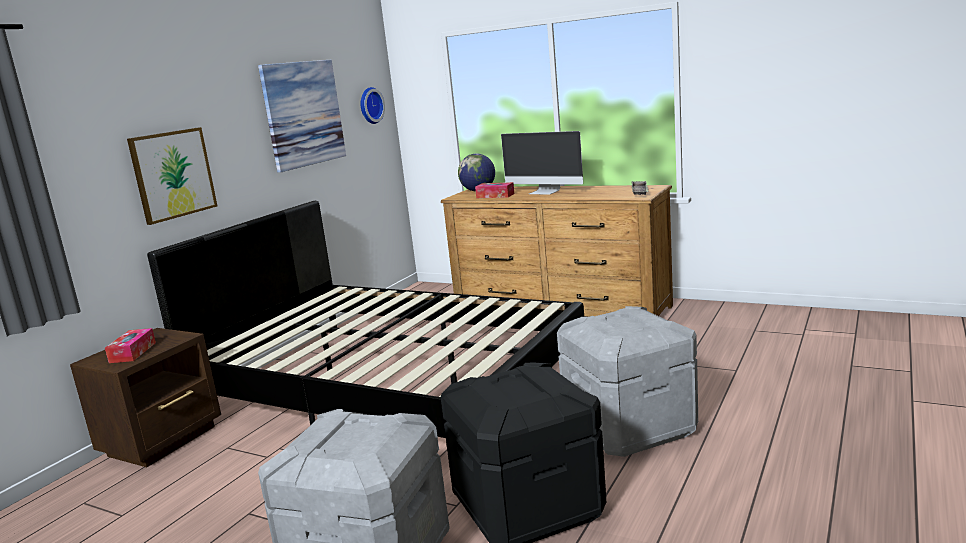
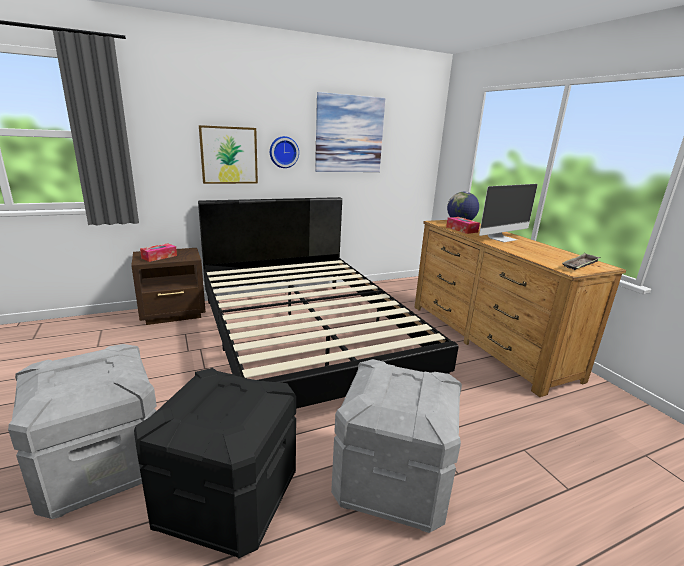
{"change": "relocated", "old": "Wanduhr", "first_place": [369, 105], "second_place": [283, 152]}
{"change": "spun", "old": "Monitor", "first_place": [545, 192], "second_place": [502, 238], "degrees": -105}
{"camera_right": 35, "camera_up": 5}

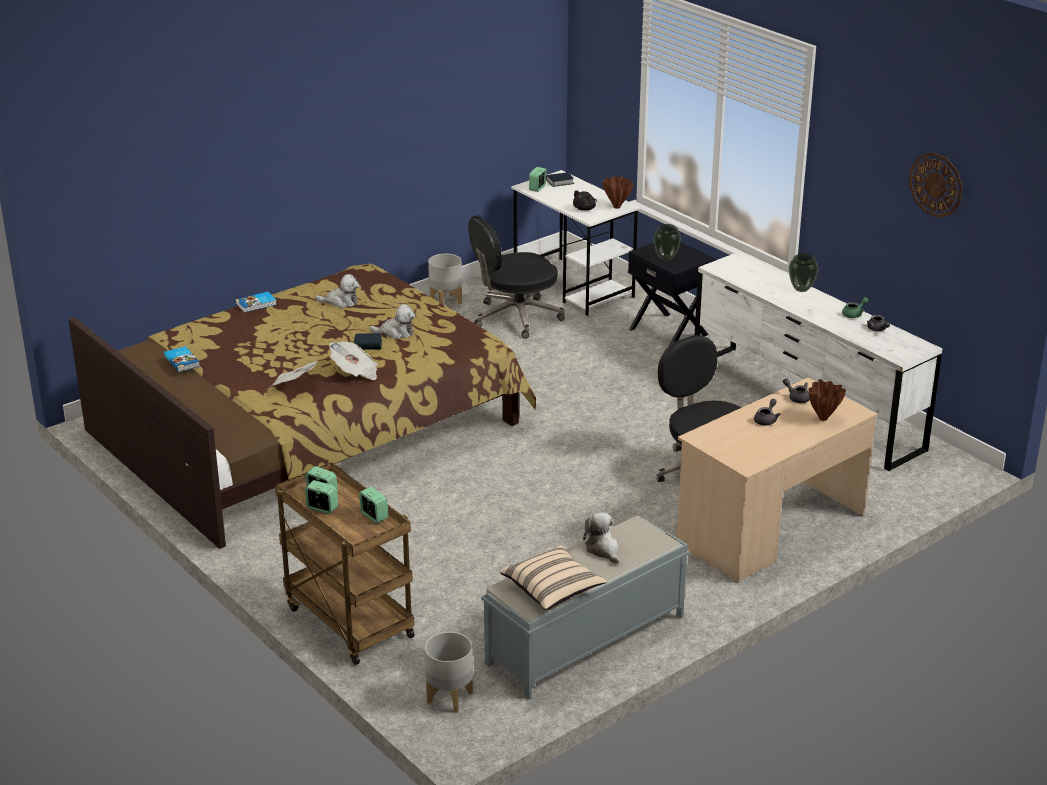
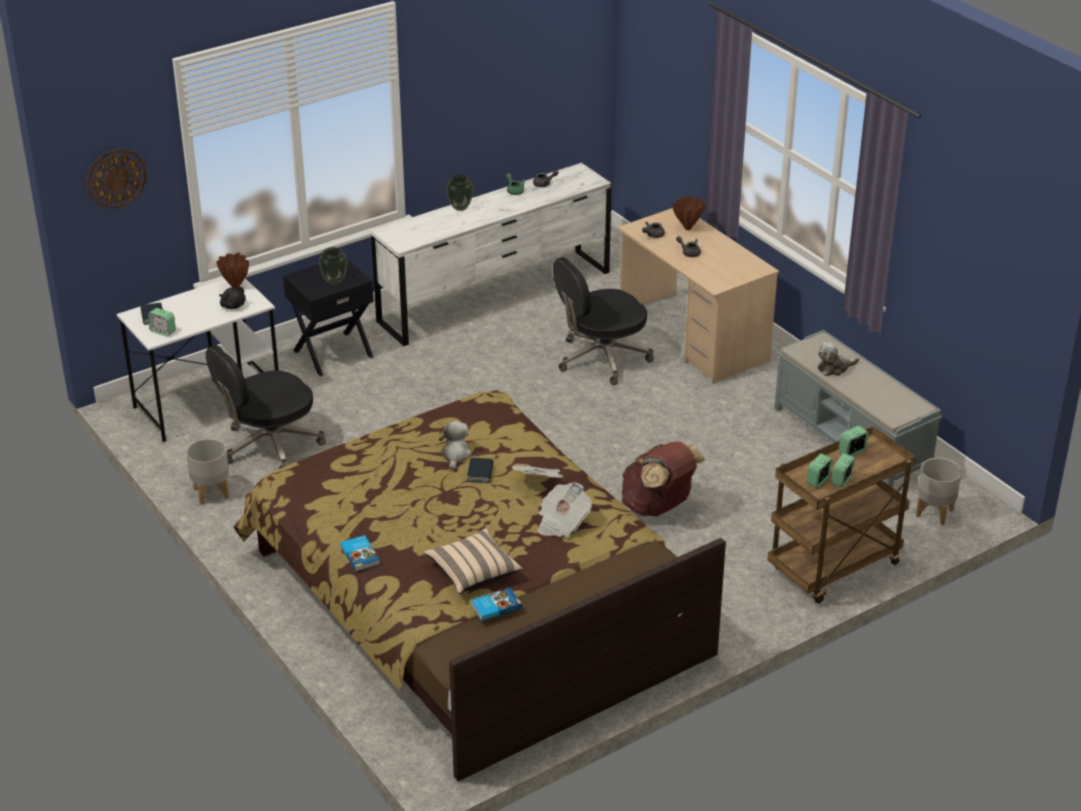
{"change": "relocated", "old": "Wanduhr", "first_place": [936, 184], "second_place": [116, 178]}
{"change": "spun", "old": "Bürostuhl (schwarz)", "first_place": [515, 317], "second_place": [269, 446], "degrees": 75}
{"change": "relocated", "old": "Kissen (beige)", "first_place": [553, 589], "second_place": [473, 572]}
{"change": "appeared", "new": "Rucksack (braun)", "second_place": [658, 507]}
{"change": "missing", "old": "Plüschtier", "first_place": [341, 302]}
{"camera_right": -85, "camera_up": 5}

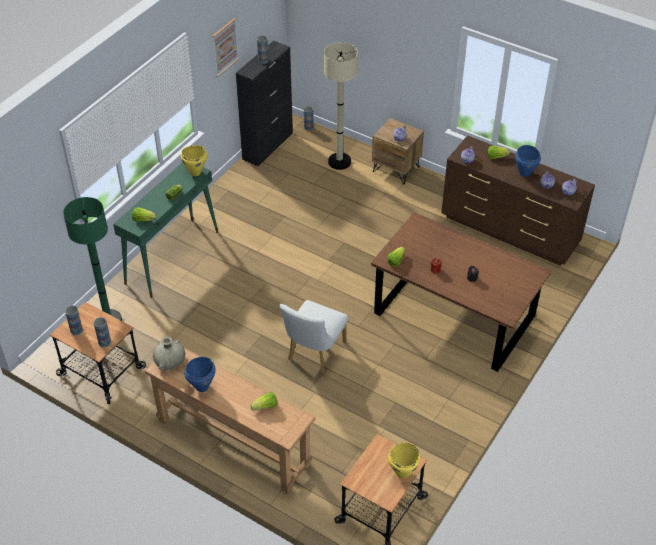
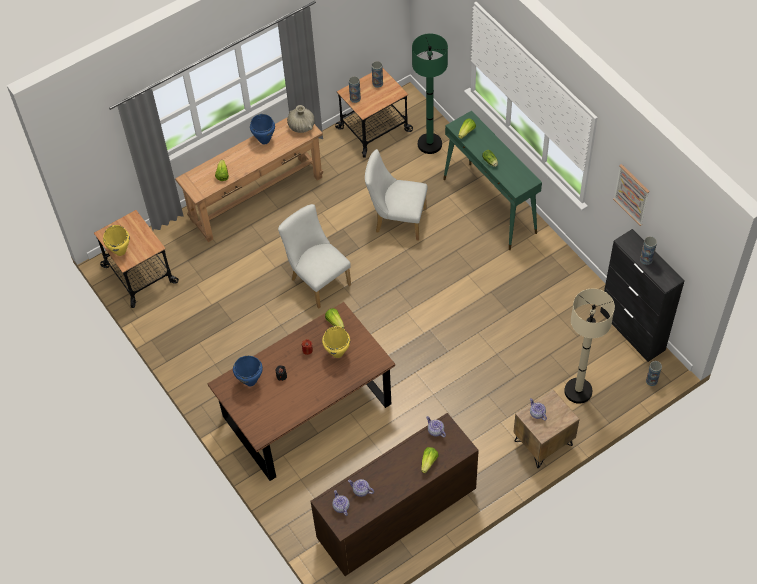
{"change": "relocated", "old": "Kochtopf (blau)", "first_place": [525, 173], "second_place": [250, 381]}
{"change": "relocated", "old": "Kochtopf (gelb)", "first_place": [195, 172], "second_place": [337, 353]}
{"change": "appeared", "new": "Stuhl (weiß)", "second_place": [396, 220]}
{"camera_right": 115, "camera_up": 10}

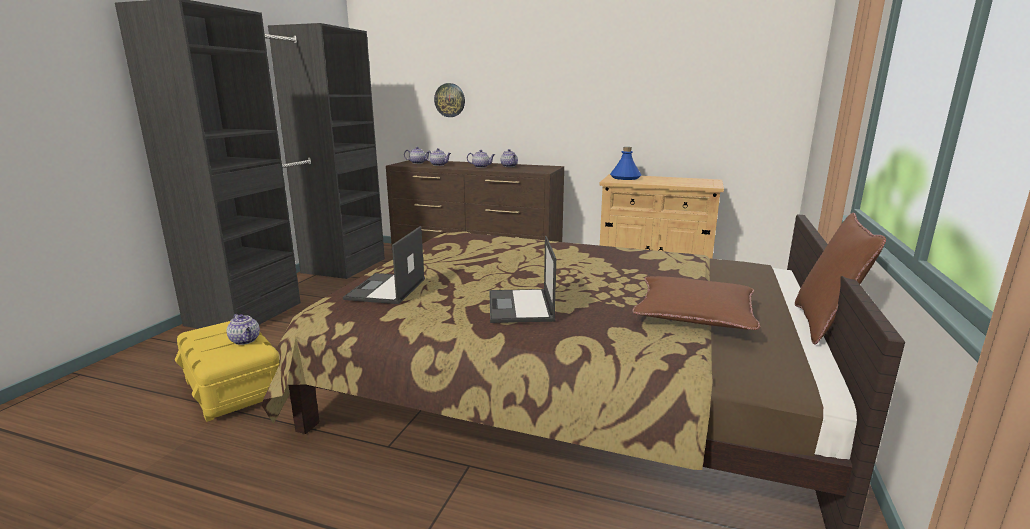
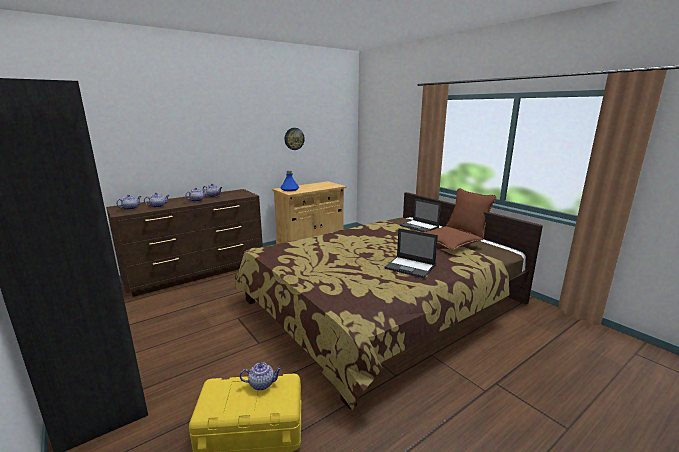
{"change": "relocated", "old": "Wanduhr", "first_place": [450, 100], "second_place": [294, 138]}
{"change": "relocated", "old": "Laptop", "first_place": [386, 289], "second_place": [419, 226]}
{"camera_right": -55, "camera_up": 0}

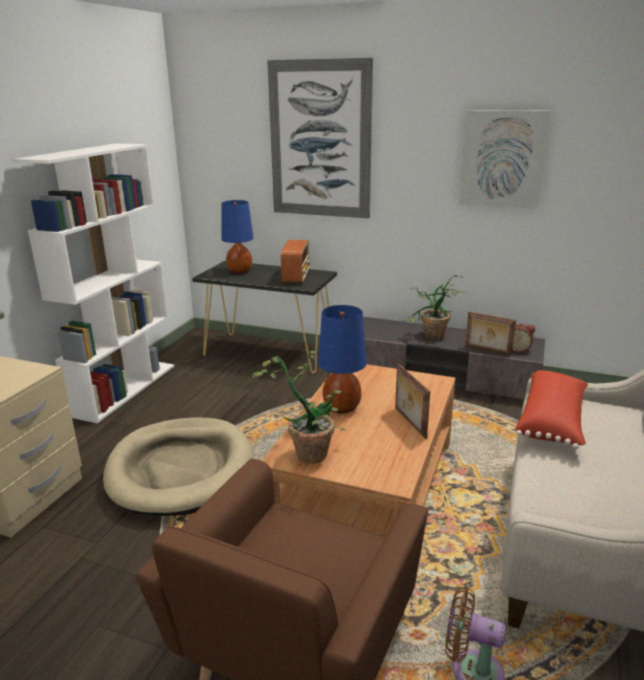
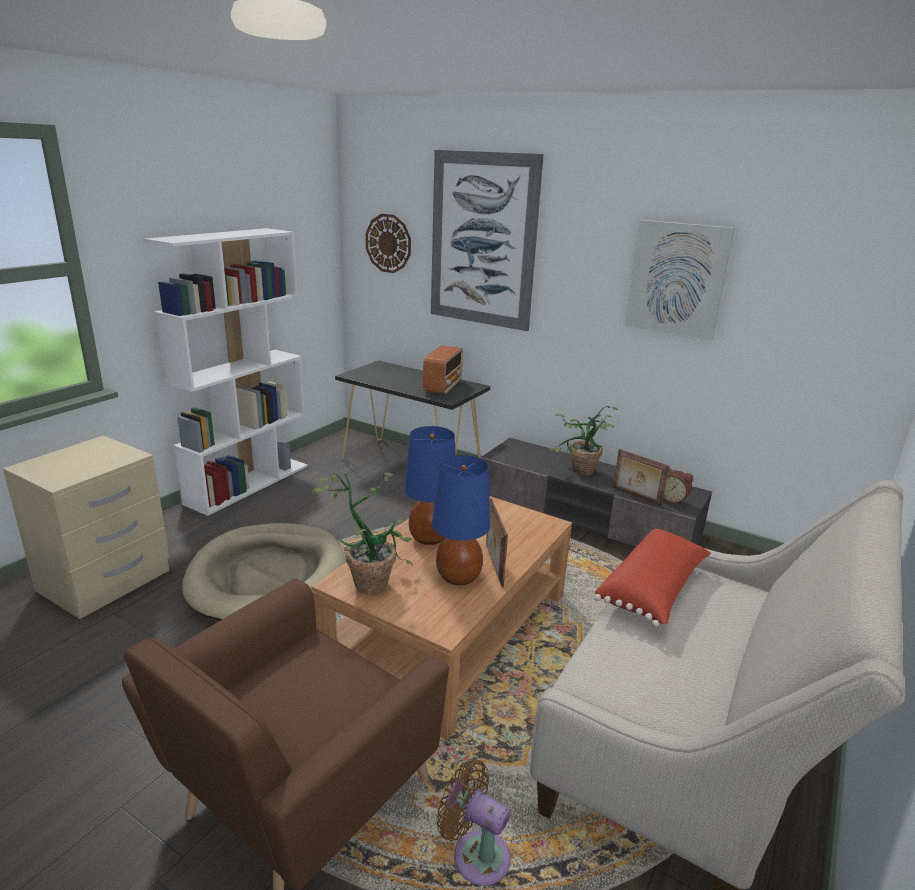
{"change": "appeared", "new": "Wanduhr", "second_place": [388, 243]}
{"change": "relocated", "old": "Tischlampe (blau)", "first_place": [240, 271], "second_place": [459, 576]}
{"camera_right": 10, "camera_up": 0}

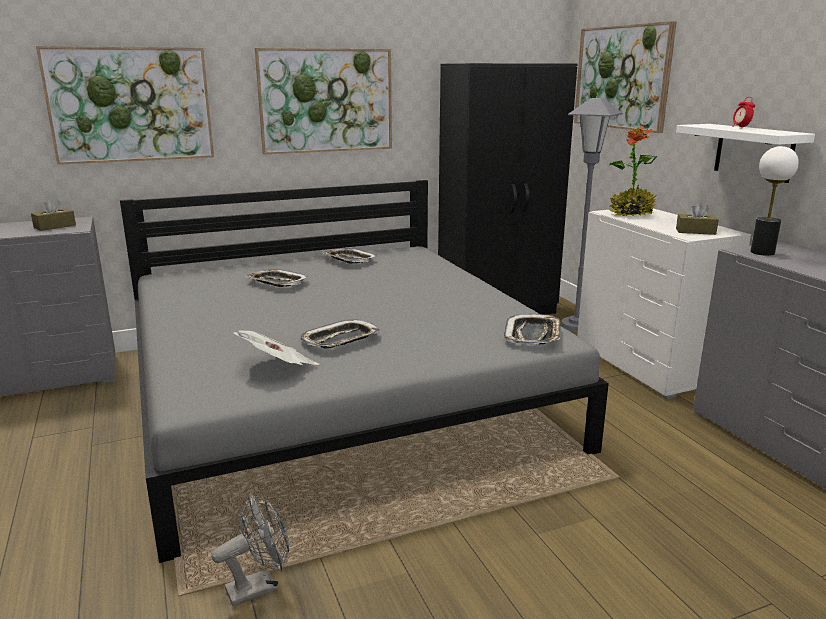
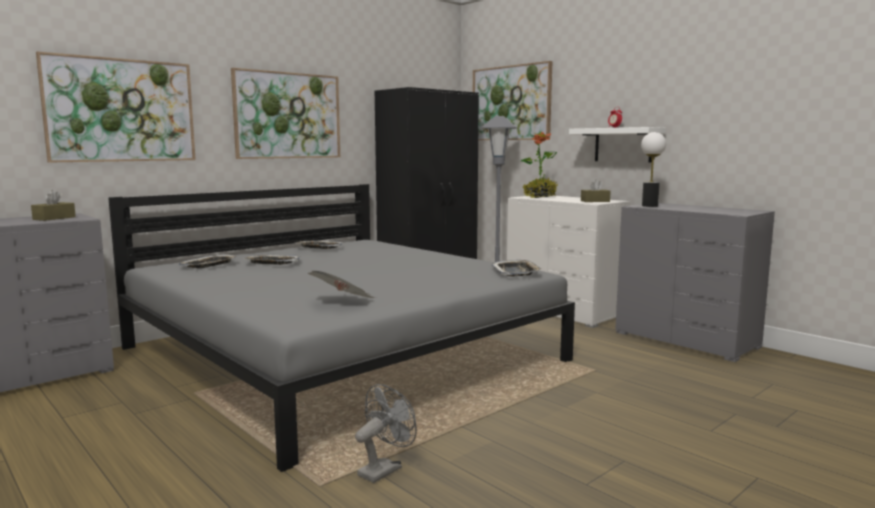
{"change": "relocated", "old": "Tablett", "first_place": [340, 340], "second_place": [209, 265]}
{"camera_right": -20, "camera_up": -10}

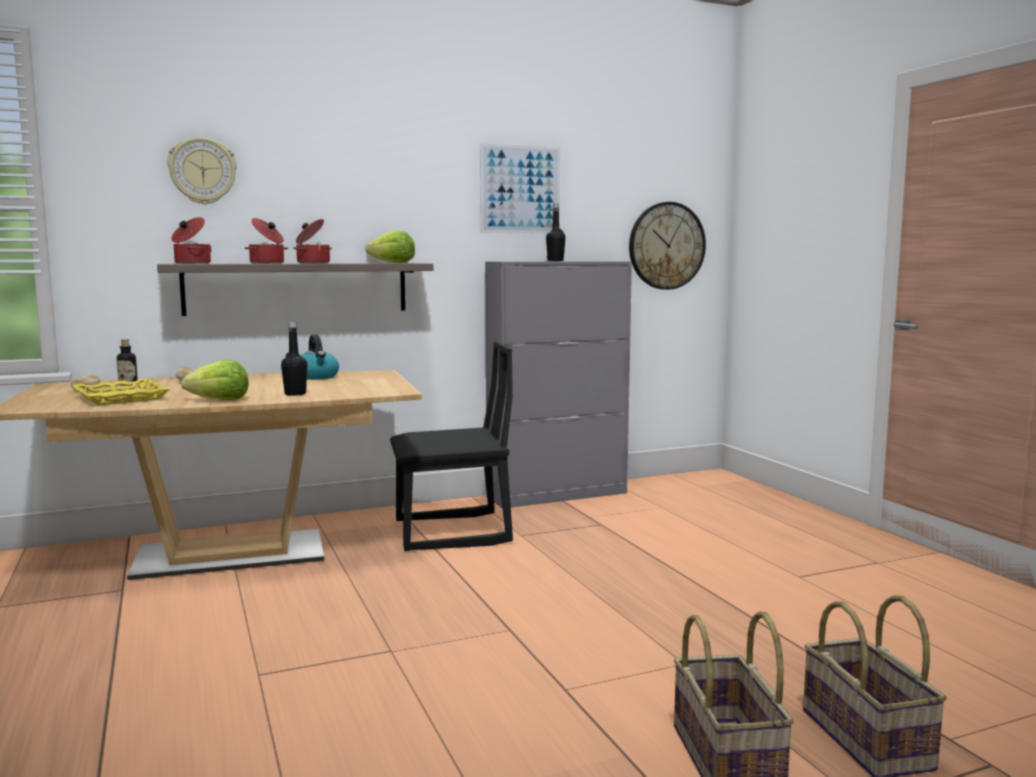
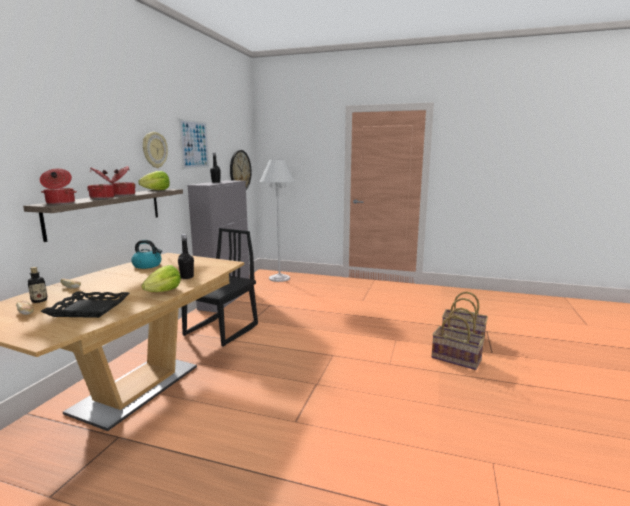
{"change": "colour", "old": "Tablett (gelb)", "new": "Tablett (schwarz)", "first_place": [120, 398], "second_place": [88, 309]}
{"change": "relocated", "old": "Wanduhr", "first_place": [202, 171], "second_place": [154, 150]}
{"change": "appeared", "new": "Stehlampe (weiß)", "second_place": [279, 278]}
{"camera_right": -50, "camera_up": 5}

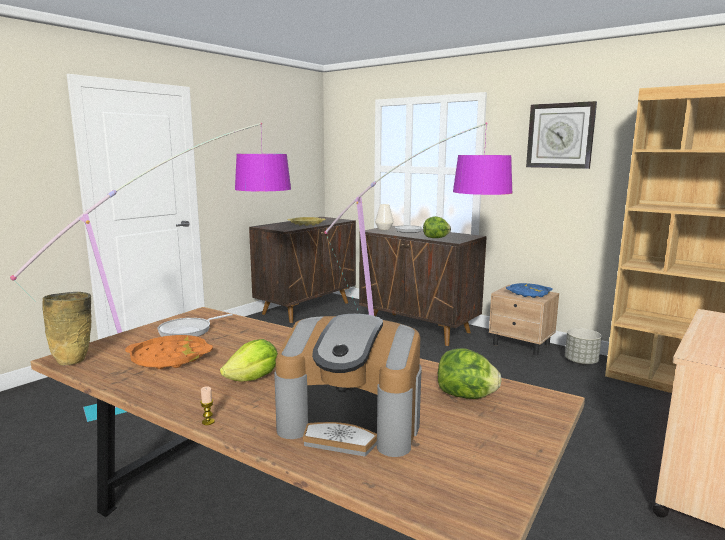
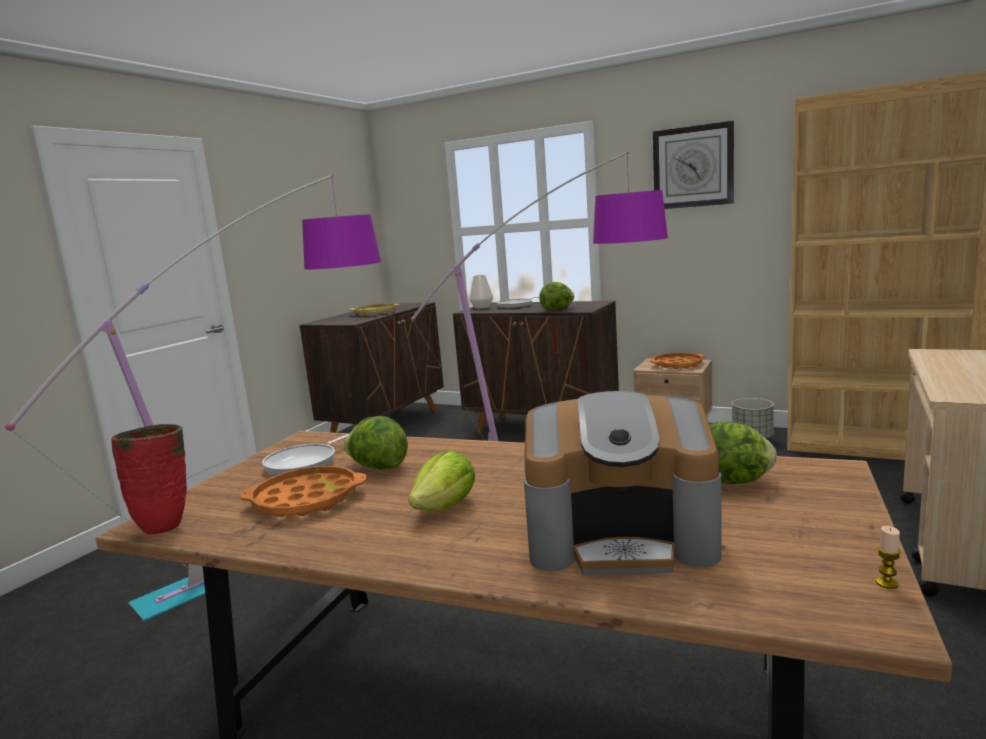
{"change": "colour", "old": "Vase (beige)", "new": "Vase (rot)", "first_place": [75, 361], "second_place": [166, 526]}
{"change": "appeared", "new": "Salatkopf", "second_place": [378, 467]}
{"change": "colour", "old": "Tablett (blau)", "new": "Tablett (orange)", "first_place": [528, 293], "second_place": [677, 365]}
{"change": "relocated", "old": "Kerze", "first_place": [208, 422], "second_place": [887, 583]}
{"camera_right": -10, "camera_up": 0}

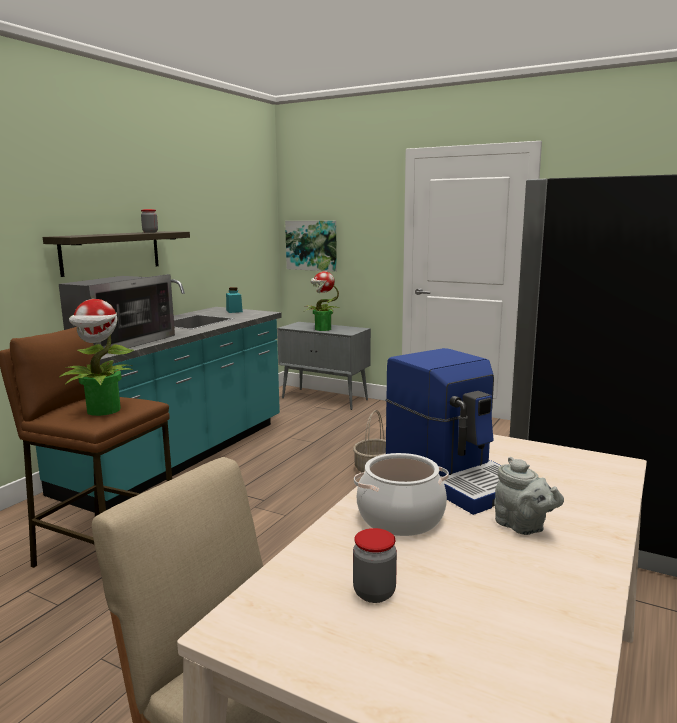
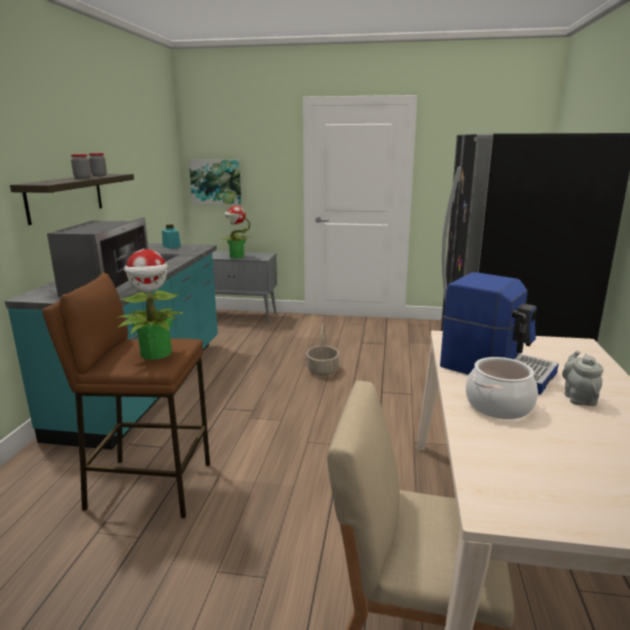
{"change": "relocated", "old": "Vorratsglas", "first_place": [374, 593], "second_place": [82, 178]}
{"change": "spun", "old": "Teekanne (grau)", "first_place": [522, 527], "second_place": [578, 397], "degrees": -120}
{"camera_right": -20, "camera_up": 5}

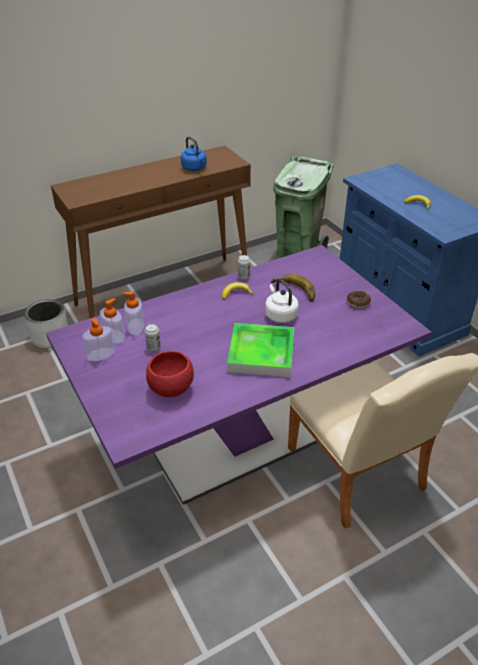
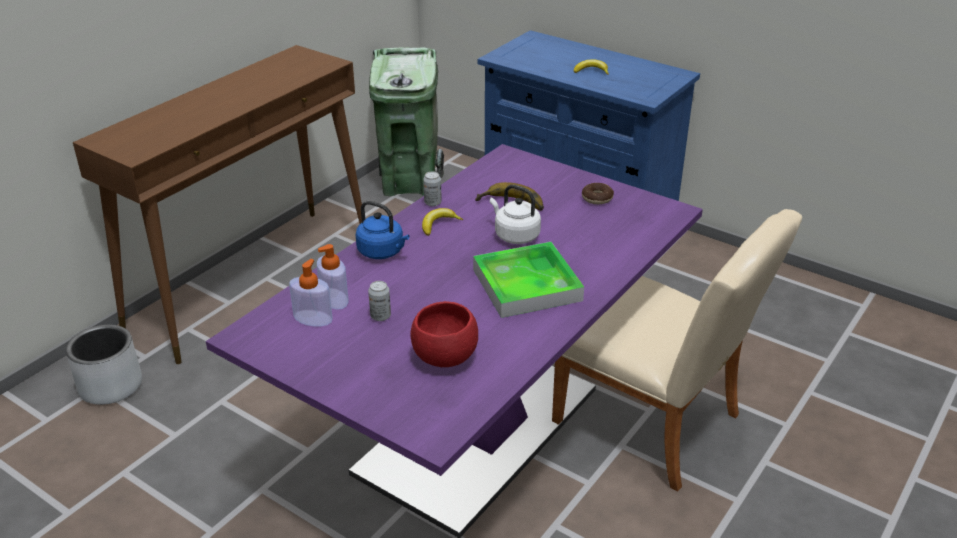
{"change": "relocated", "old": "Wasserkessel (blau)", "first_place": [195, 168], "second_place": [383, 252]}
{"change": "missing", "old": "Seifenspender", "first_place": [100, 354]}
{"camera_right": -25, "camera_up": -5}

